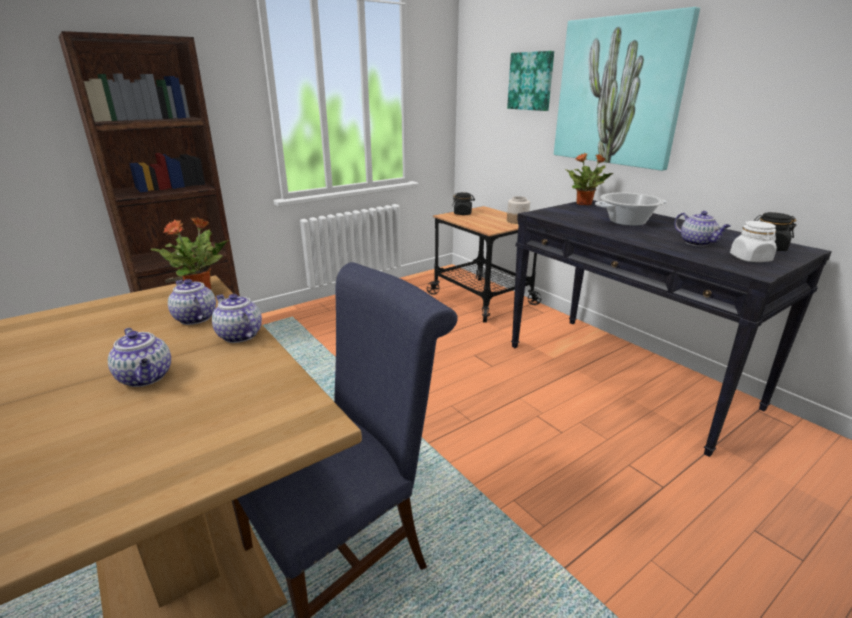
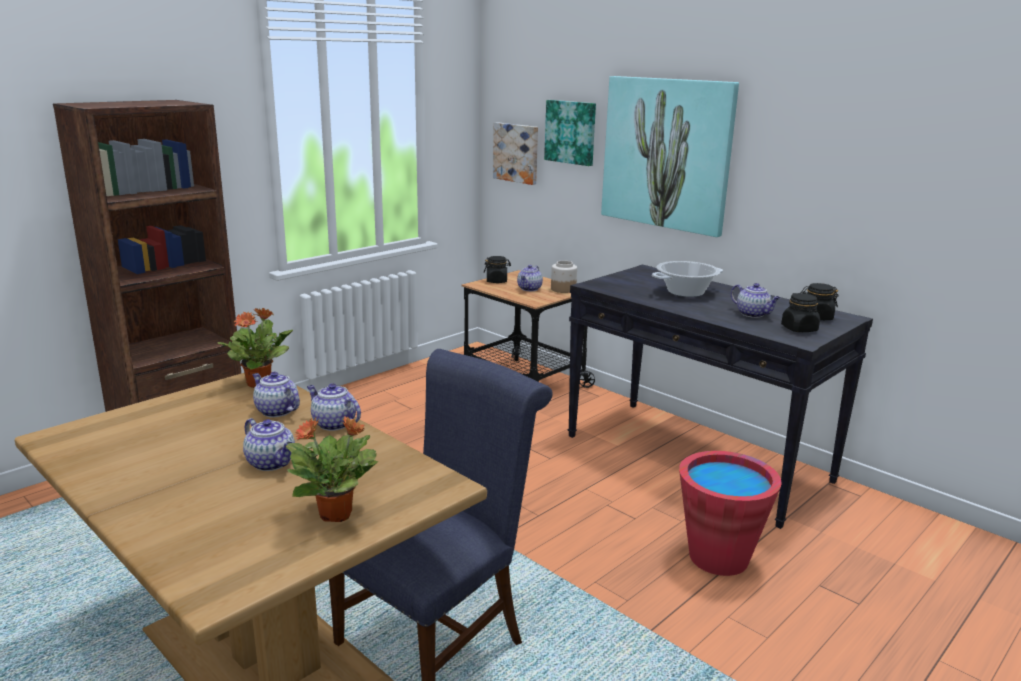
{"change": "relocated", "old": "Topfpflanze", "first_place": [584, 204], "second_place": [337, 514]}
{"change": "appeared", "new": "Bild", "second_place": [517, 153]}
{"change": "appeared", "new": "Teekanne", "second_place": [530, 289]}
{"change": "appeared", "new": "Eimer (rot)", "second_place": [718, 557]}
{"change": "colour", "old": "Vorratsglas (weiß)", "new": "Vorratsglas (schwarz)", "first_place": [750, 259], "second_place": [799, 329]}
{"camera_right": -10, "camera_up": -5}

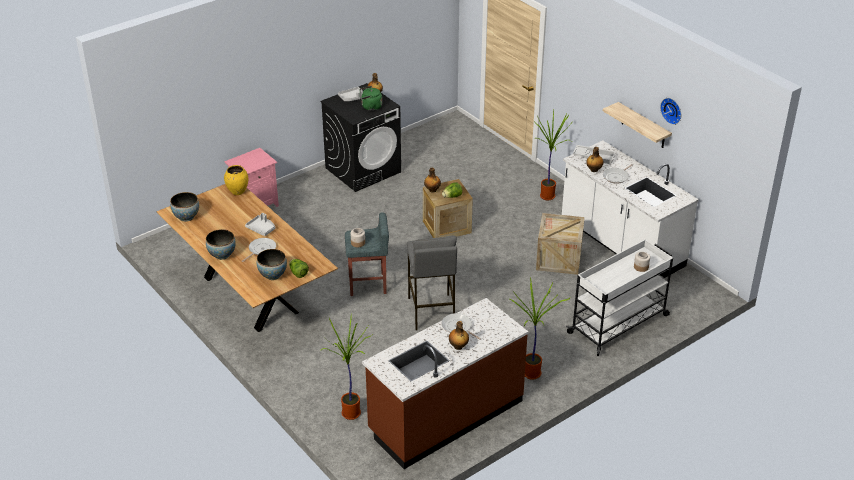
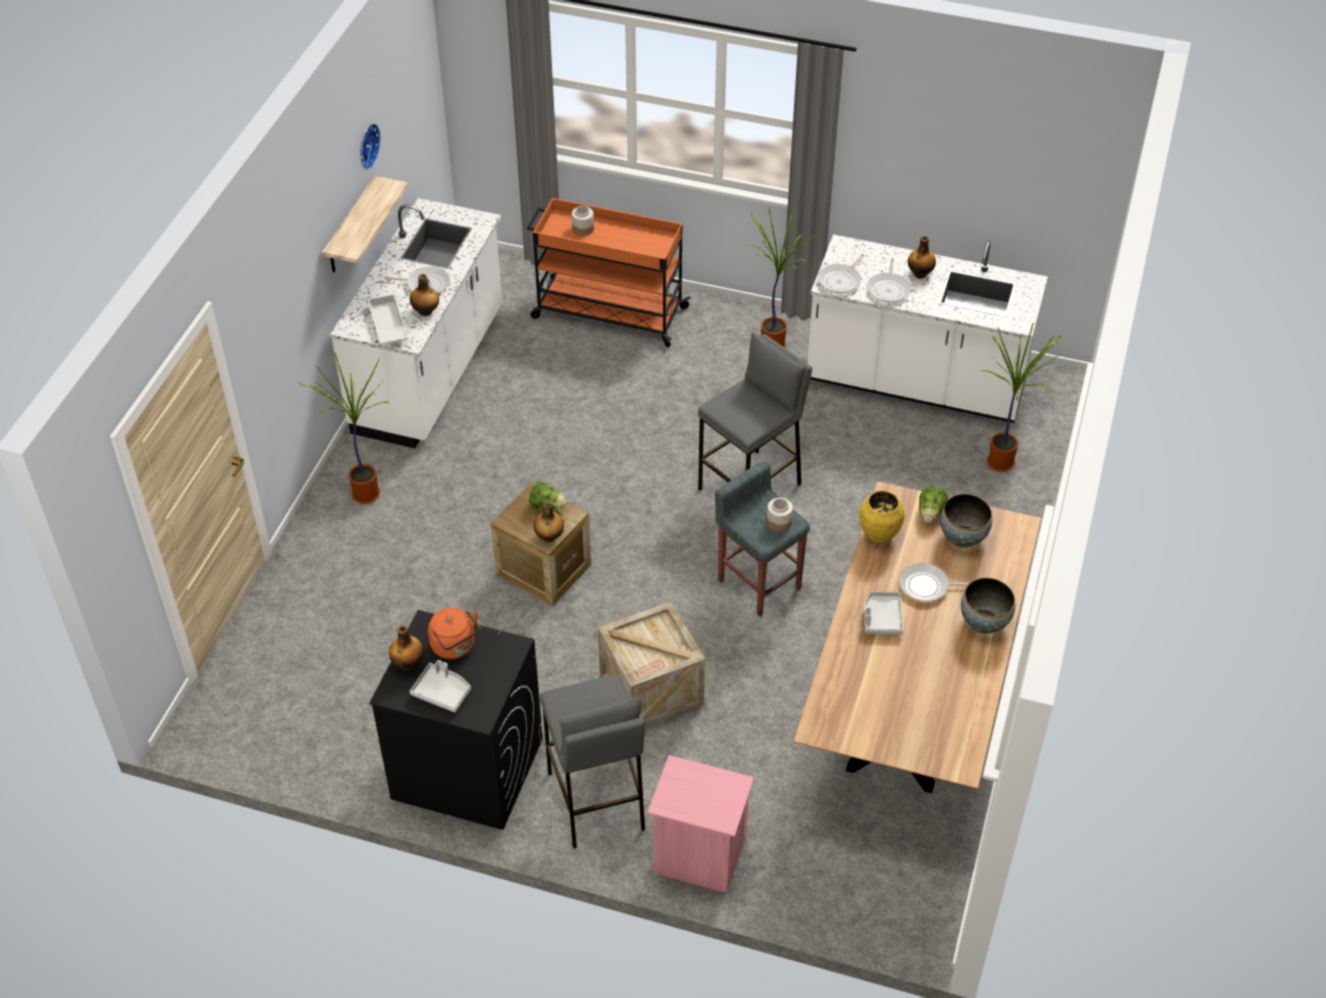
{"change": "colour", "old": "Wasserkessel (grün)", "new": "Wasserkessel (orange)", "first_place": [370, 107], "second_place": [455, 647]}
{"change": "colour", "old": "Rollwagen (weiß)", "new": "Rollwagen (orange)", "first_place": [619, 323], "second_place": [608, 312]}
{"change": "appeared", "new": "Hocker (grau)", "second_place": [596, 801]}
{"change": "relocated", "old": "Kiste", "first_place": [559, 259], "second_place": [651, 689]}
{"change": "colour", "old": "Küchenzeile (braun)", "new": "Küchenzeile (weiß)", "first_place": [445, 416], "second_place": [915, 383]}
{"change": "appeared", "new": "Pfanne", "second_place": [841, 280]}
{"change": "relocated", "old": "Vase (gelb)", "first_place": [238, 192], "second_place": [879, 535]}
{"change": "missing", "old": "Schüssel", "first_place": [186, 217]}
{"camera_right": -125, "camera_up": 10}

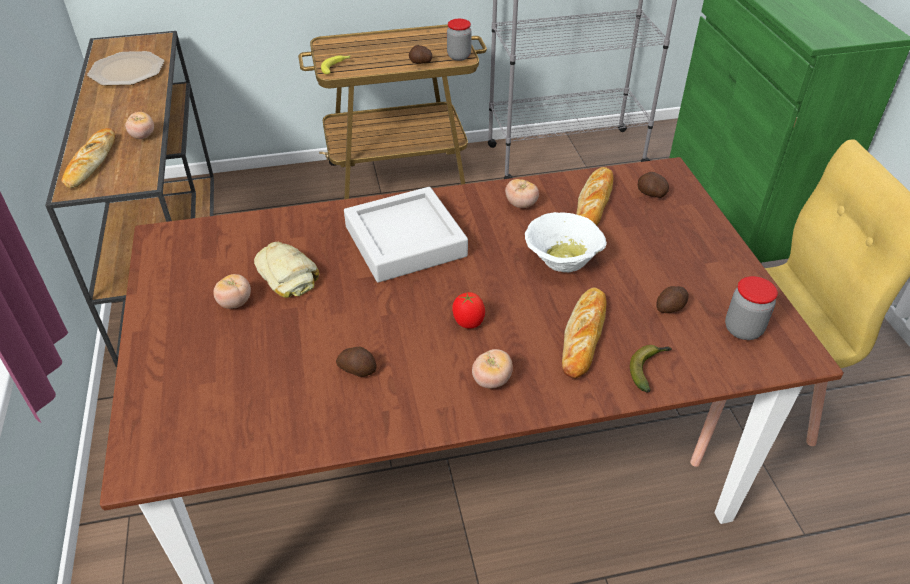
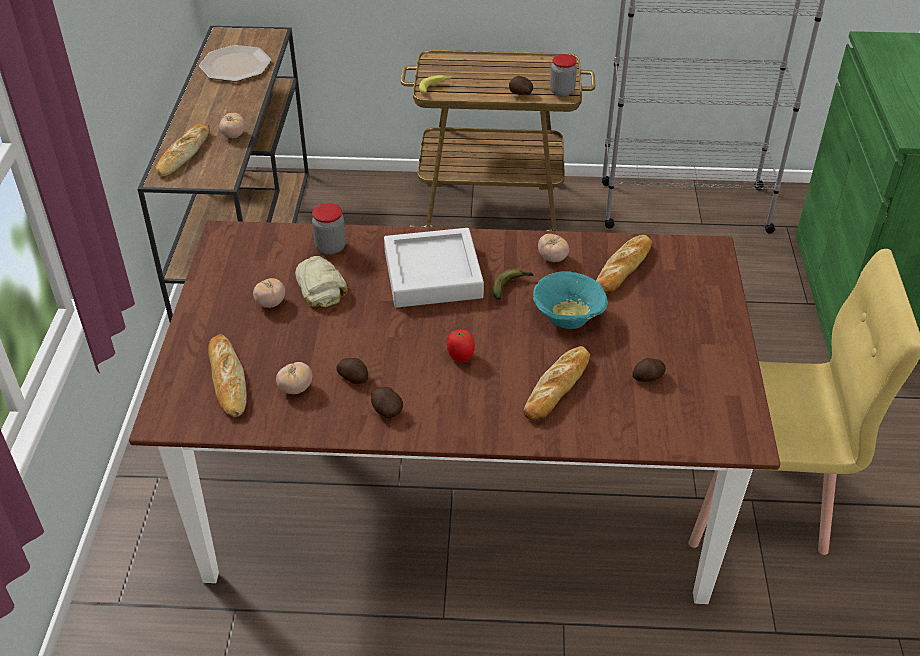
{"change": "appeared", "new": "Brot", "second_place": [227, 380]}
{"change": "relocated", "old": "Tomate", "first_place": [491, 380], "second_place": [295, 388]}
{"change": "relocated", "old": "Vorratsglas", "first_place": [743, 329], "second_place": [330, 247]}
{"change": "relocated", "old": "Kartoffel", "first_place": [651, 194], "second_place": [386, 410]}
{"change": "relocated", "old": "Banane", "first_place": [648, 369], "second_place": [511, 286]}
{"change": "colour", "old": "Schüssel (weiß)", "new": "Schüssel (türkis)", "first_place": [563, 260], "second_place": [569, 317]}
{"camera_right": 15, "camera_up": 0}

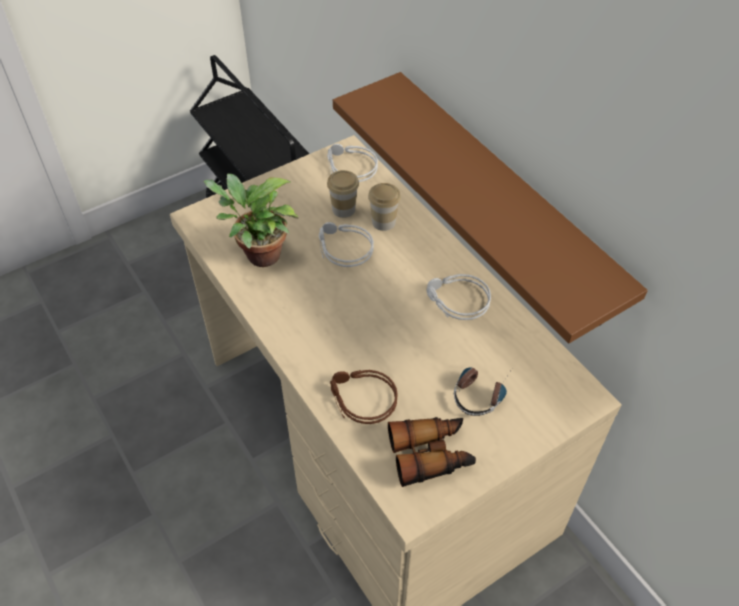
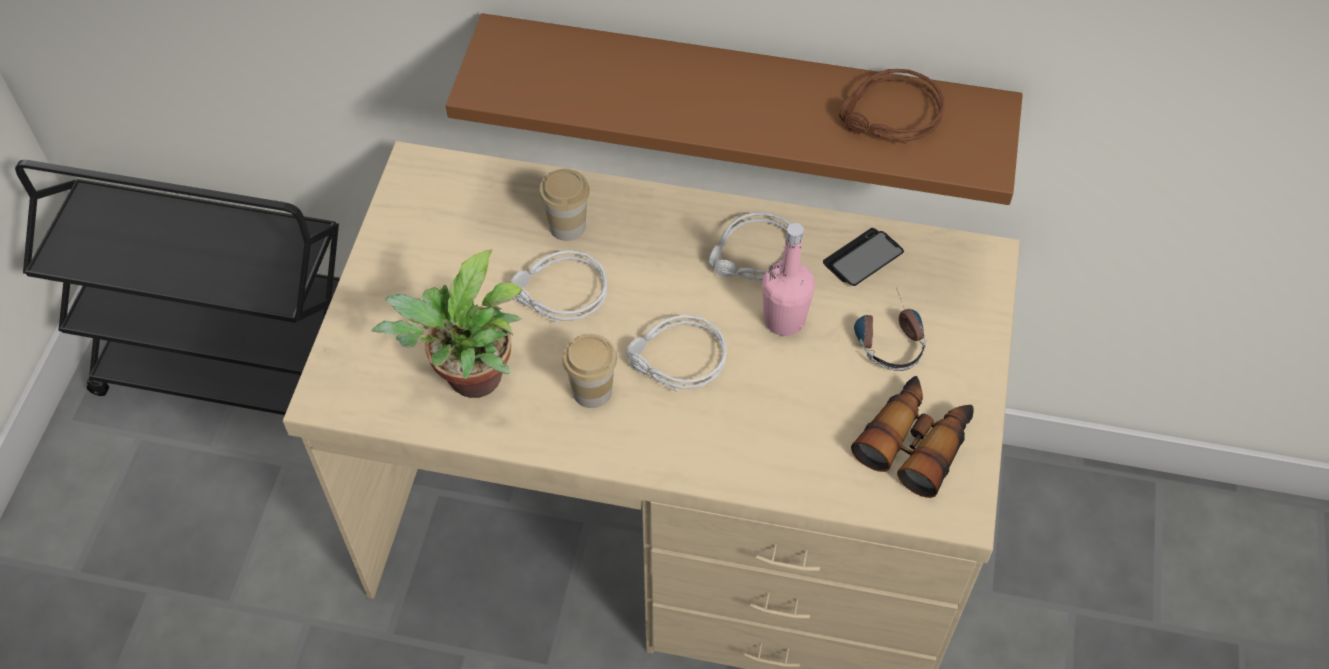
{"change": "relocated", "old": "Tasse", "first_place": [343, 209], "second_place": [592, 391]}
{"change": "relocated", "old": "Kopfhörer (grau)", "first_place": [349, 167], "second_place": [676, 361]}
{"change": "appeared", "new": "Flasche (rosa)", "second_place": [784, 319]}
{"change": "appeared", "new": "Handy", "second_place": [862, 258]}
{"change": "relocated", "old": "Kopfhörer (braun)", "first_place": [361, 400], "second_place": [890, 117]}
{"camera_right": -45, "camera_up": 5}

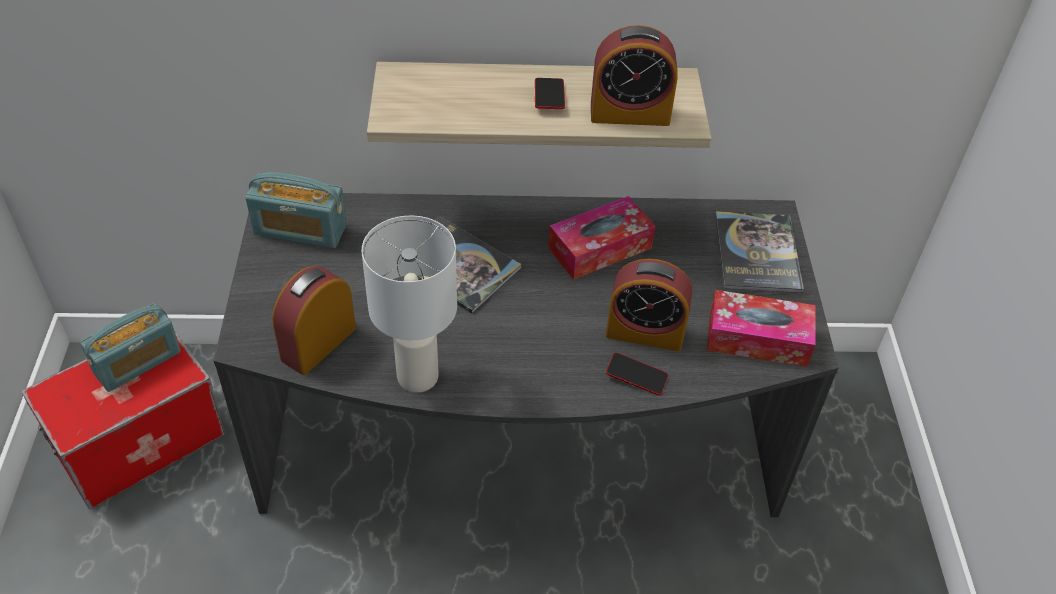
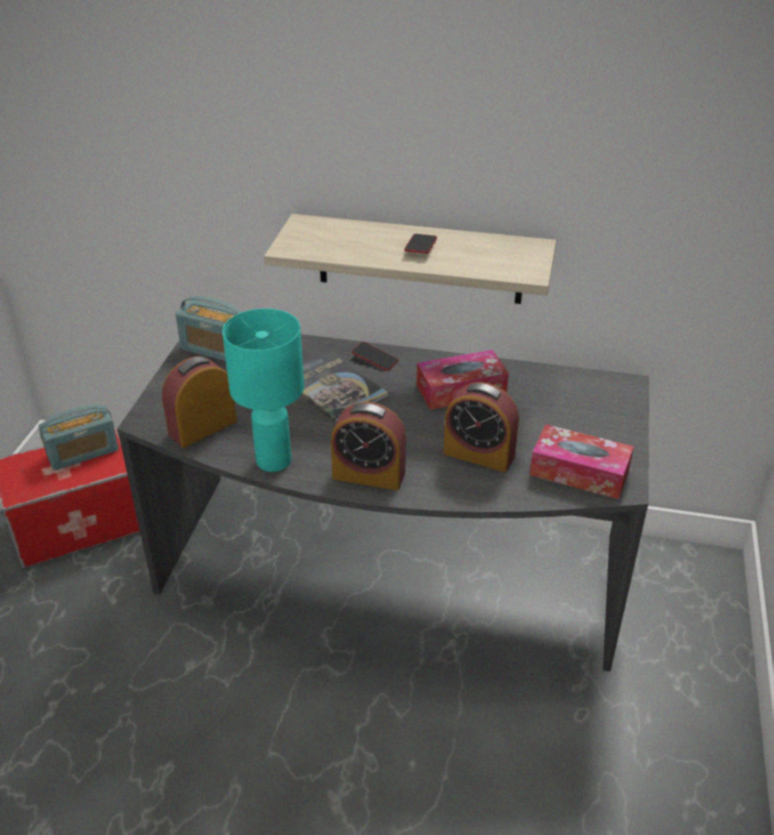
{"change": "colour", "old": "Tischlampe (weiß)", "new": "Tischlampe (türkis)", "first_place": [419, 376], "second_place": [275, 460]}
{"change": "relocated", "old": "Wecker", "first_place": [629, 113], "second_place": [368, 475]}
{"change": "relocated", "old": "Handy", "first_place": [636, 376], "second_place": [375, 359]}
{"change": "missing", "old": "Buch", "first_place": [757, 253]}
{"camera_right": 15, "camera_up": -10}

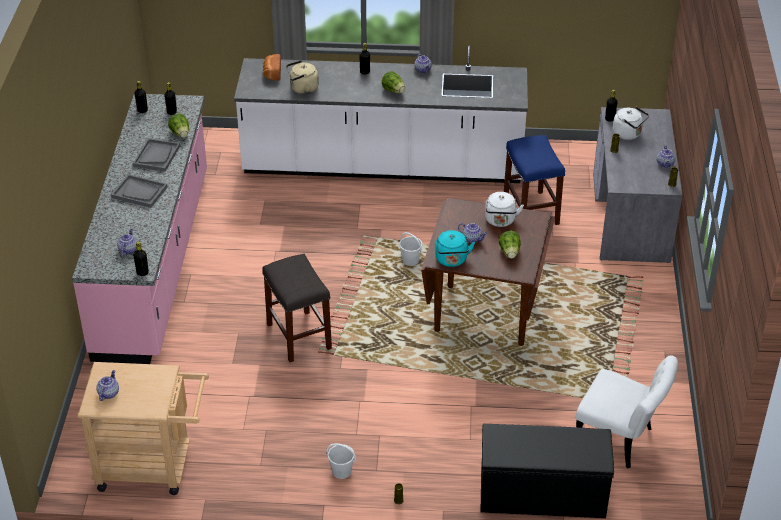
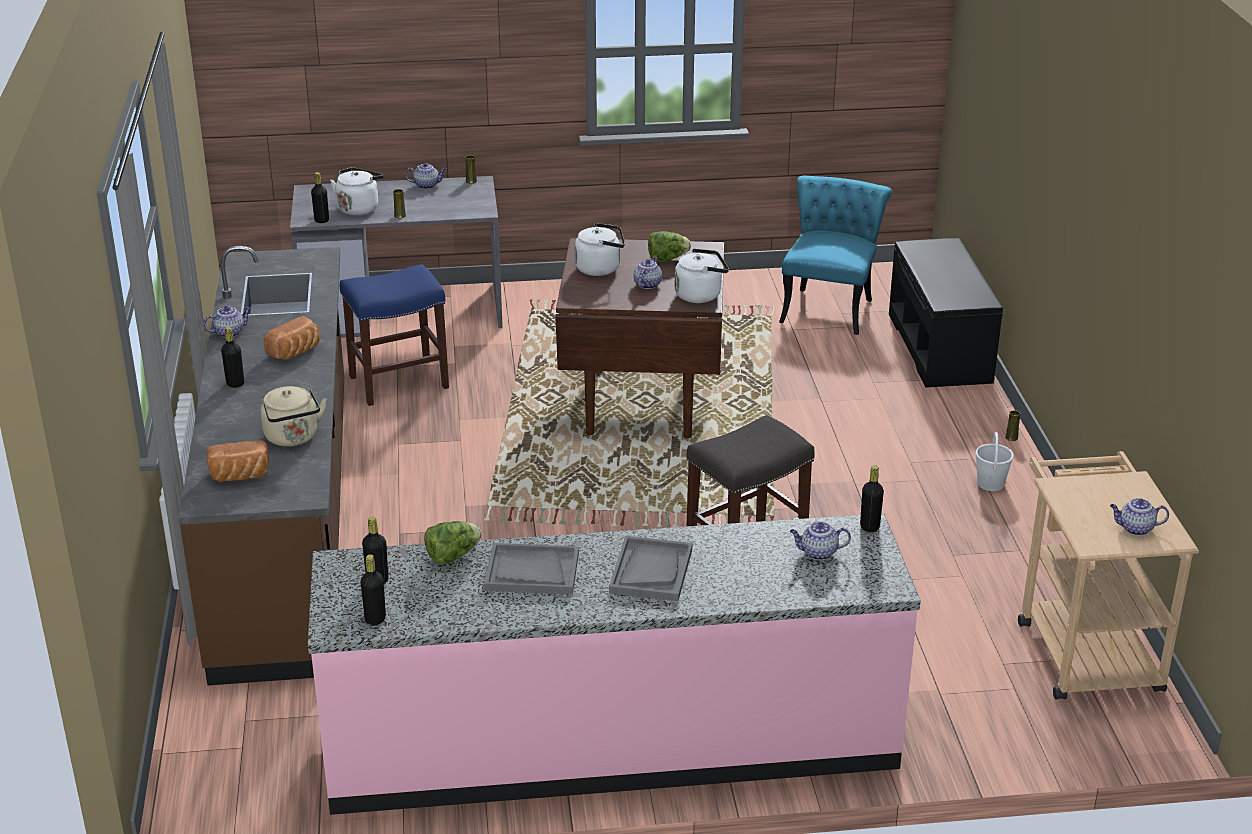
{"change": "colour", "old": "Küchenzeile (weiß)", "new": "Küchenzeile (braun)", "first_place": [382, 165], "second_place": [287, 522]}
{"change": "exchanged", "old": "Salatkopf", "new": "Brot", "first_place": [394, 91], "second_place": [296, 352]}
{"change": "colour", "old": "Wasserkessel (türkis)", "new": "Wasserkessel (weiß)", "first_place": [452, 260], "second_place": [700, 295]}
{"change": "colour", "old": "Stuhl (weiß)", "new": "Stuhl (türkis)", "first_place": [620, 440], "second_place": [829, 306]}
{"change": "missing", "old": "Eimer (weiß)", "first_place": [410, 260]}
{"camera_right": -100, "camera_up": -10}

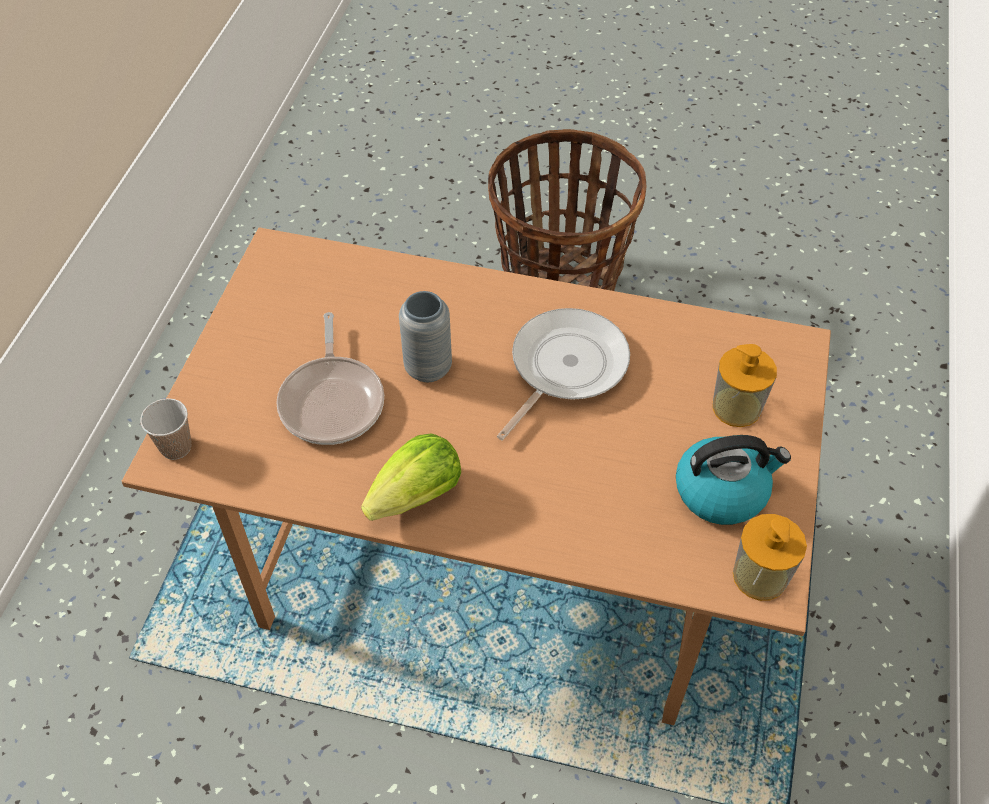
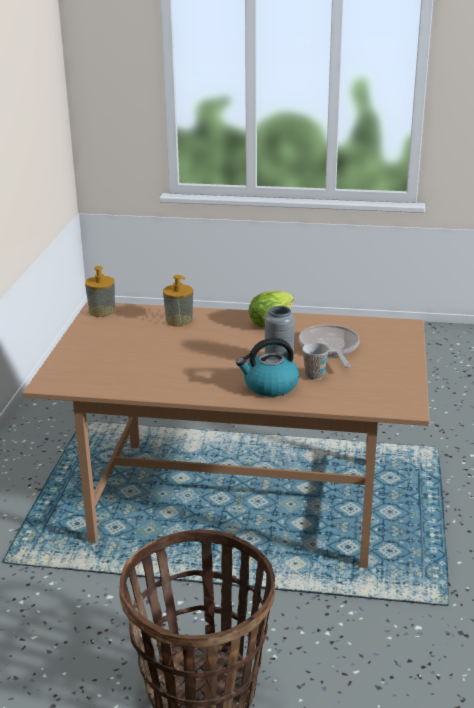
{"change": "relocated", "old": "Seifenspender", "first_place": [736, 407], "second_place": [179, 320]}
{"change": "relocated", "old": "Wasserkessel", "first_place": [722, 491], "second_place": [270, 386]}
{"change": "relocated", "old": "Tasse", "first_place": [176, 447], "second_place": [314, 376]}
{"change": "missing", "old": "Pfanne", "first_place": [564, 367]}
{"camera_right": 175, "camera_up": -25}

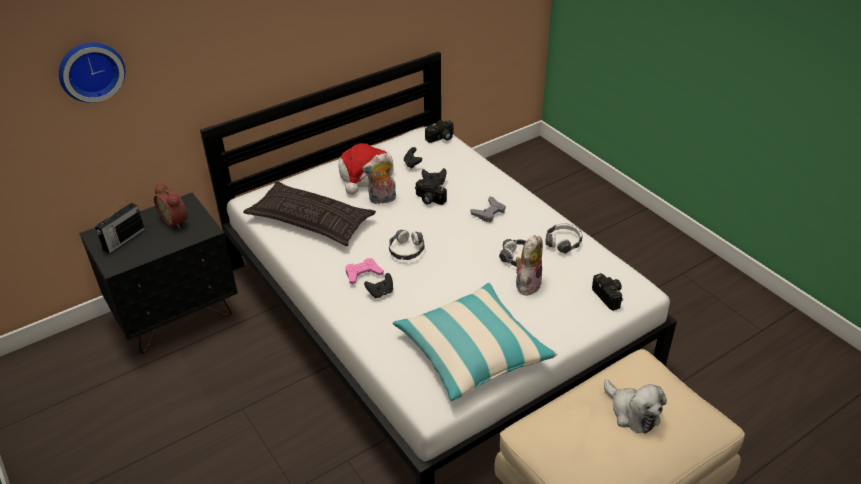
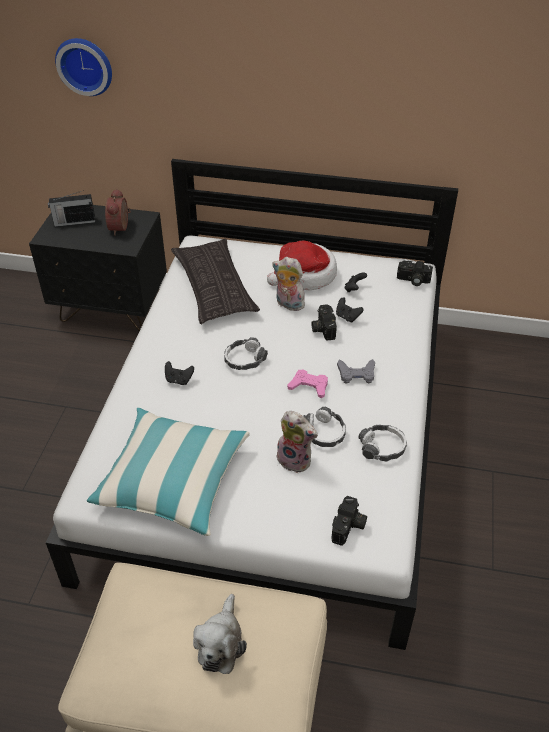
{"change": "spun", "old": "Plüschtier", "first_place": [527, 284], "second_place": [296, 460], "degrees": 45}
{"change": "relocated", "old": "Gamepad (rosa)", "first_place": [363, 274], "second_place": [309, 386]}
{"camera_right": 45, "camera_up": 5}

